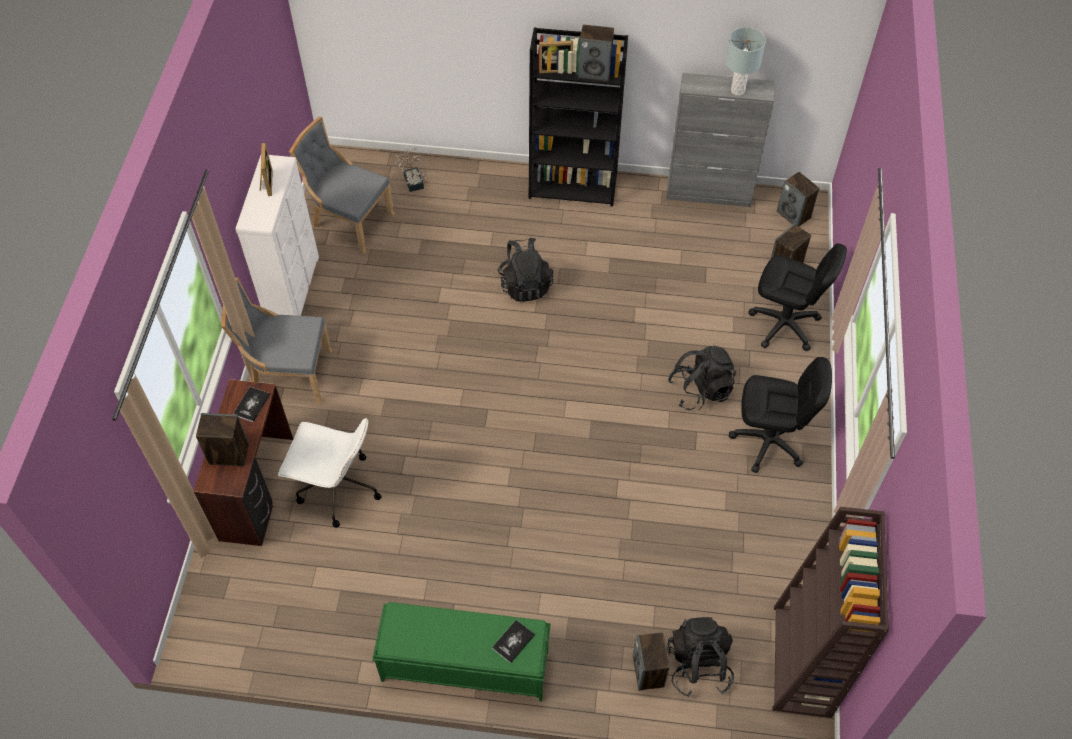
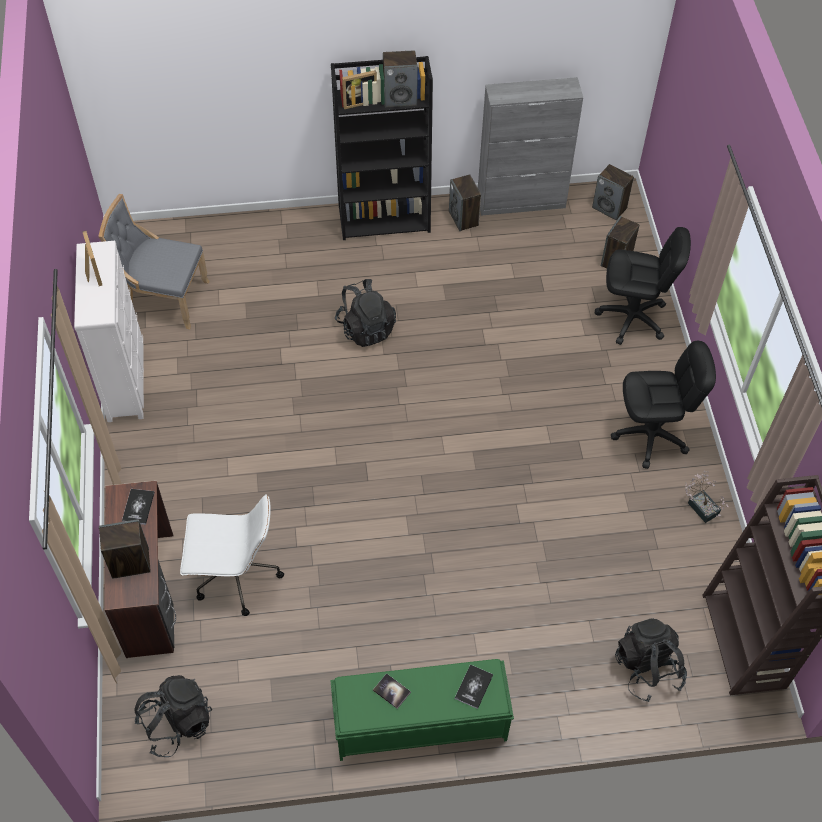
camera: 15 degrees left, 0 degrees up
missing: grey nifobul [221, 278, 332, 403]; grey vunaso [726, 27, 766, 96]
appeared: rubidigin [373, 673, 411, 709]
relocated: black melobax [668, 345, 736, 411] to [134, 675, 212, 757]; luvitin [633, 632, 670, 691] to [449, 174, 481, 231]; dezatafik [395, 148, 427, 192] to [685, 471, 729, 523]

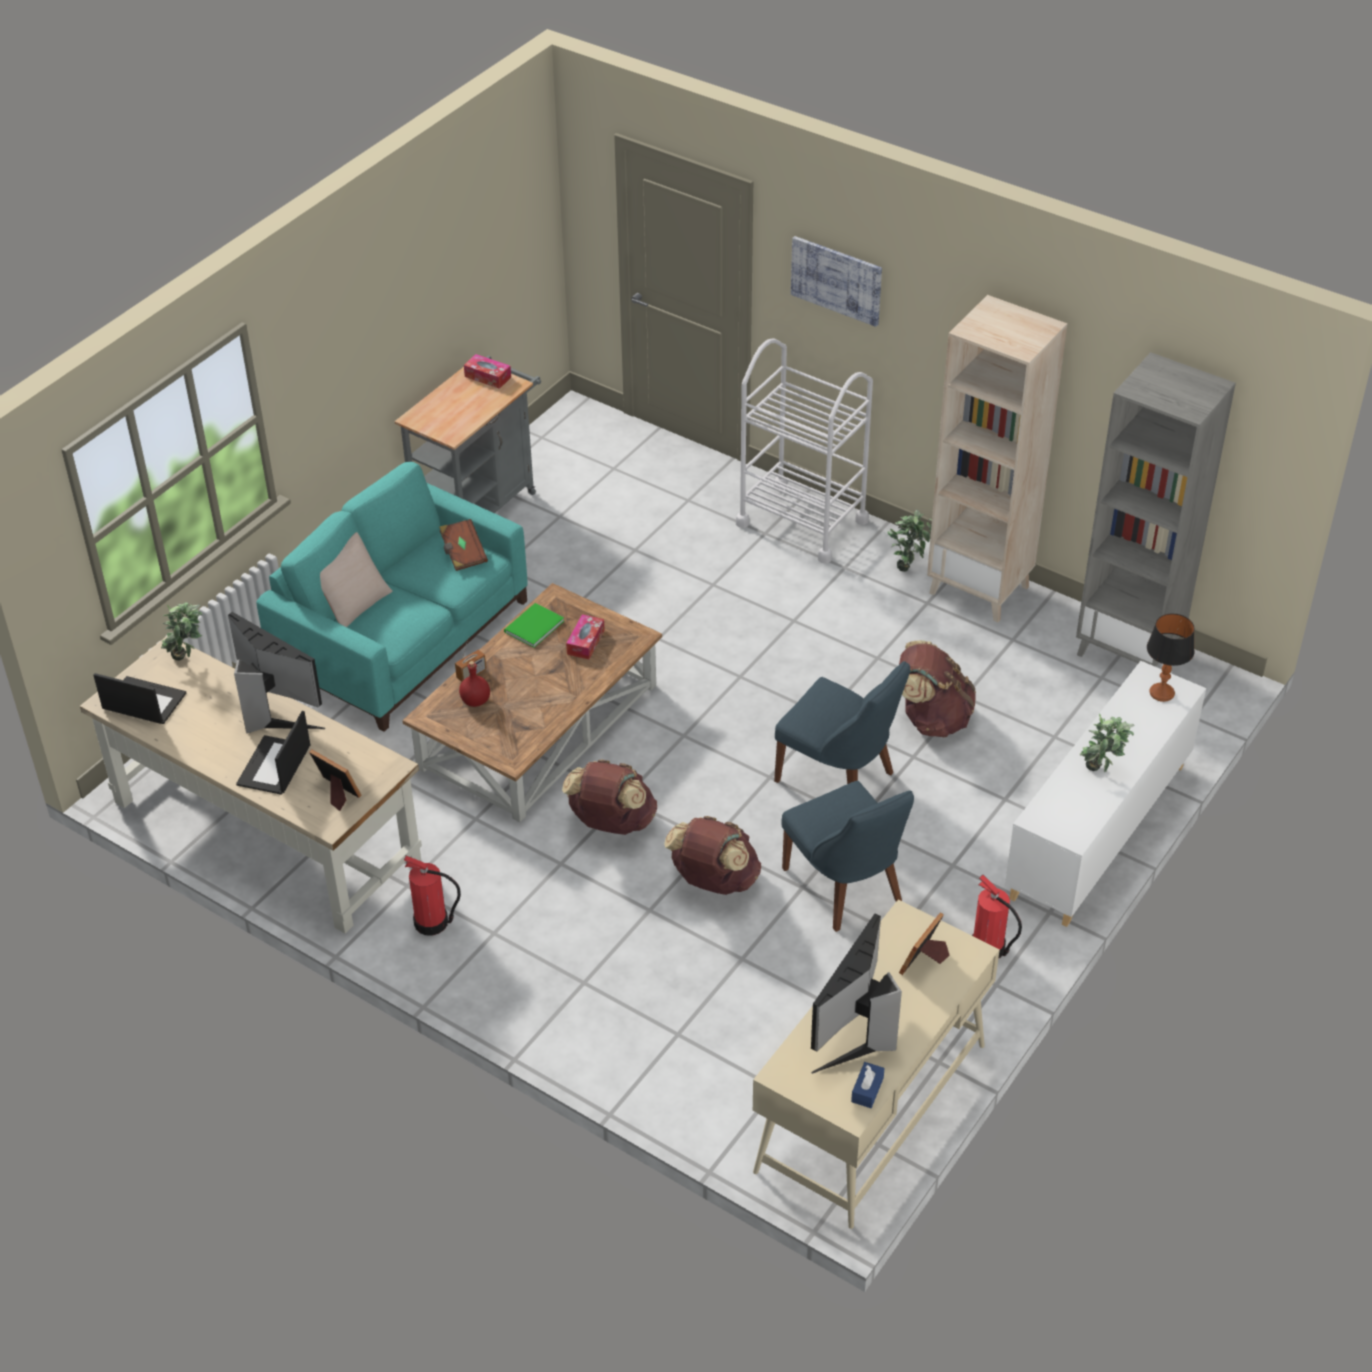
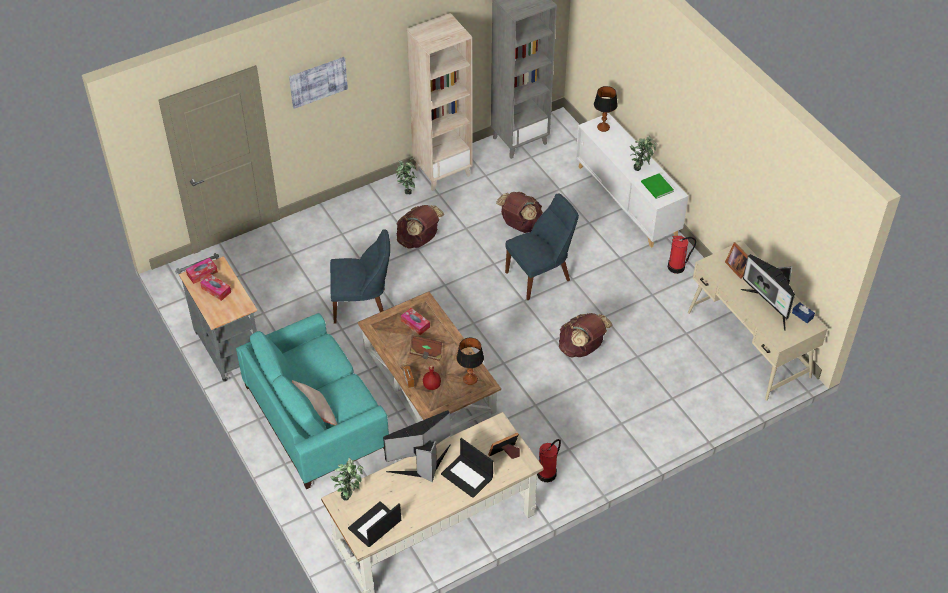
camera: 65 degrees left, 5 degrees up
missing: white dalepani [736, 338, 873, 564]
appeared: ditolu [200, 274, 231, 301]; vunaso [457, 338, 484, 385]
relocated: blue nifobul [781, 781, 914, 932] to [330, 229, 390, 324]; brown melobax [562, 759, 657, 835] to [396, 205, 444, 249]; brown rubidigin [439, 519, 488, 571] to [410, 335, 442, 361]; green rubidigin [504, 603, 564, 648] to [641, 173, 674, 199]

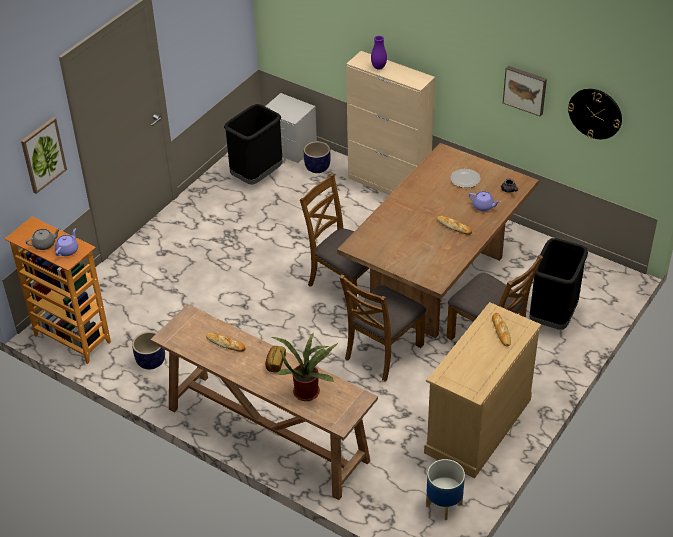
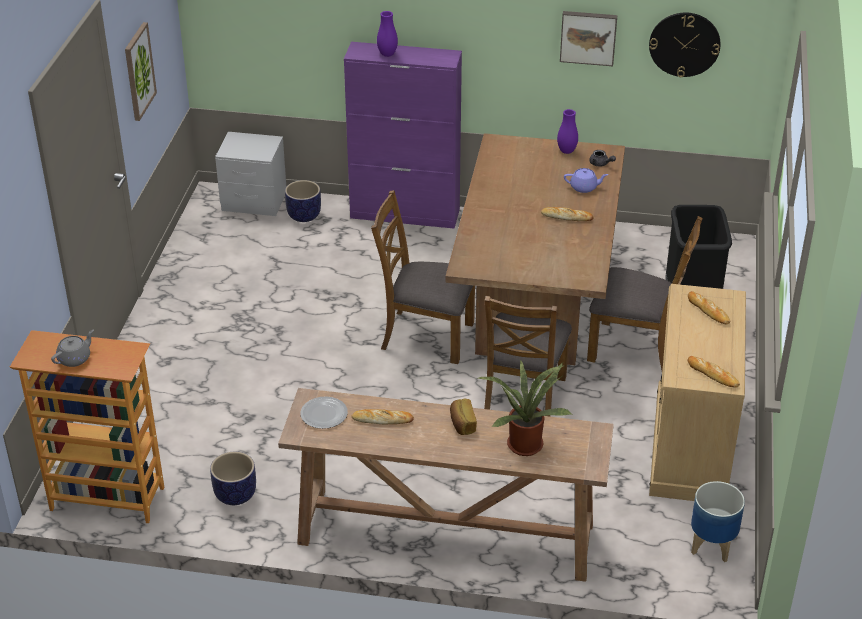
camera: 25 degrees left, 5 degrees down
missing: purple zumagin [55, 228, 78, 256]; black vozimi [224, 104, 283, 185]
appeared: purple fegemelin [557, 109, 578, 154]; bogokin [687, 356, 740, 388]
relocated: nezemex [21, 117, 67, 194] to [125, 22, 157, 121]; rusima [450, 169, 480, 188] to [300, 396, 348, 429]
colour: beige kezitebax [346, 51, 435, 195] to purple kezitebax [344, 42, 462, 229]

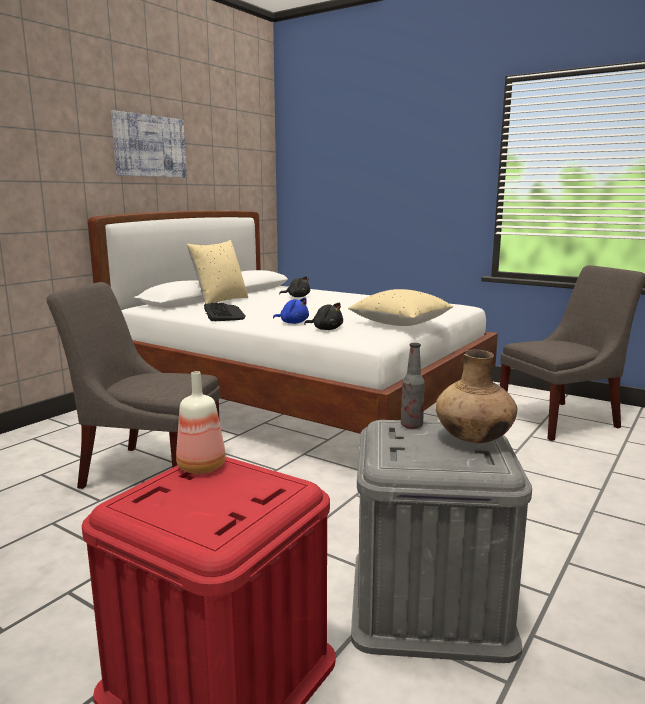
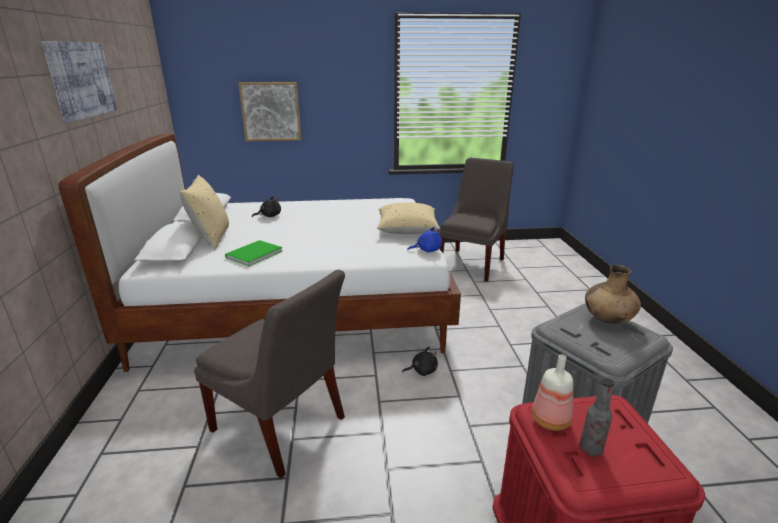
camera: 40 degrees left, 10 degrees up
appeared: nezemex [238, 82, 301, 141]
relocated: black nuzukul [304, 302, 343, 330] to [402, 347, 438, 376]; blue nuzukul [273, 297, 309, 324] to [407, 227, 442, 252]; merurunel [401, 343, 425, 429] to [580, 378, 614, 457]
exchanged: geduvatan [204, 303, 246, 321] to green rubidigin [225, 240, 282, 266]
spun: grey nifobul [47, 282, 220, 489] = [194, 270, 345, 478] 120 degrees counterclockwise

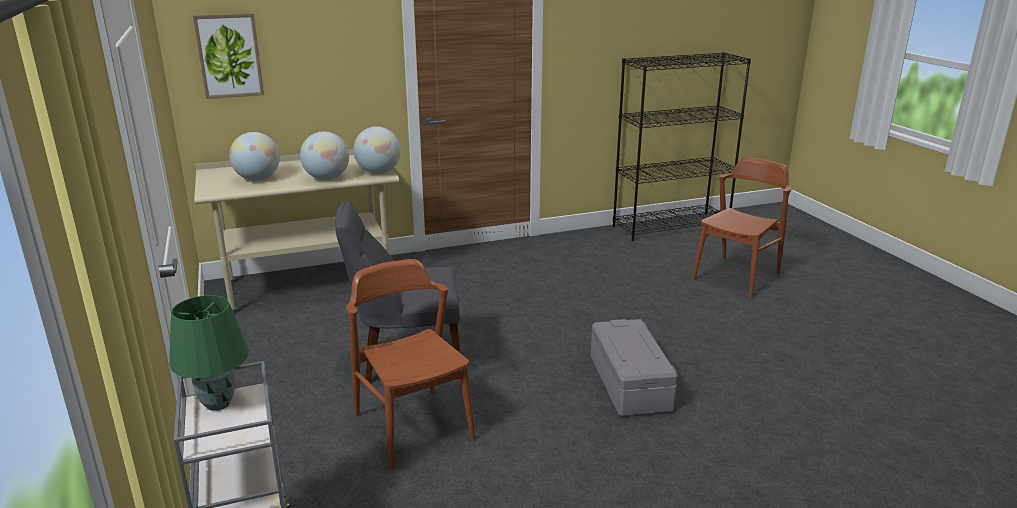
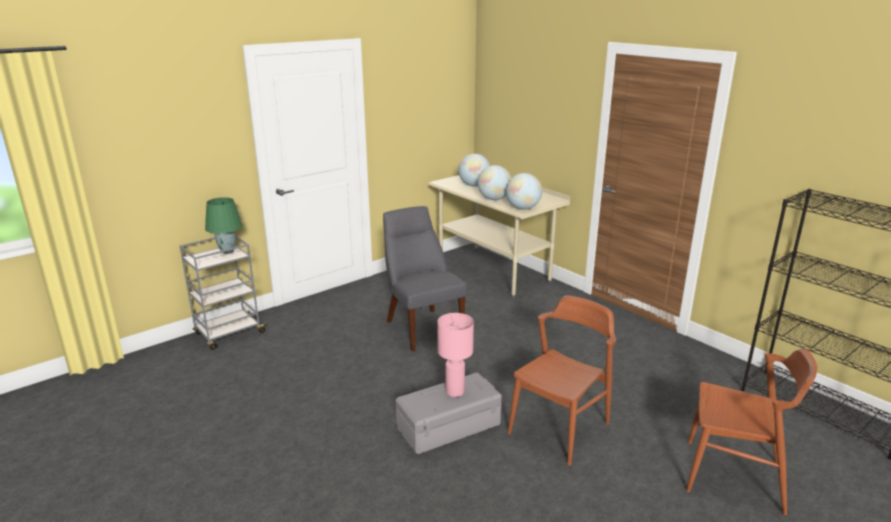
camera: 70 degrees right, 0 degrees up
missing: nezemex [193, 13, 264, 99]
appeared: pink vunaso [437, 313, 474, 397]
relocated: brown nifobul [346, 259, 475, 470] to [508, 295, 616, 466]

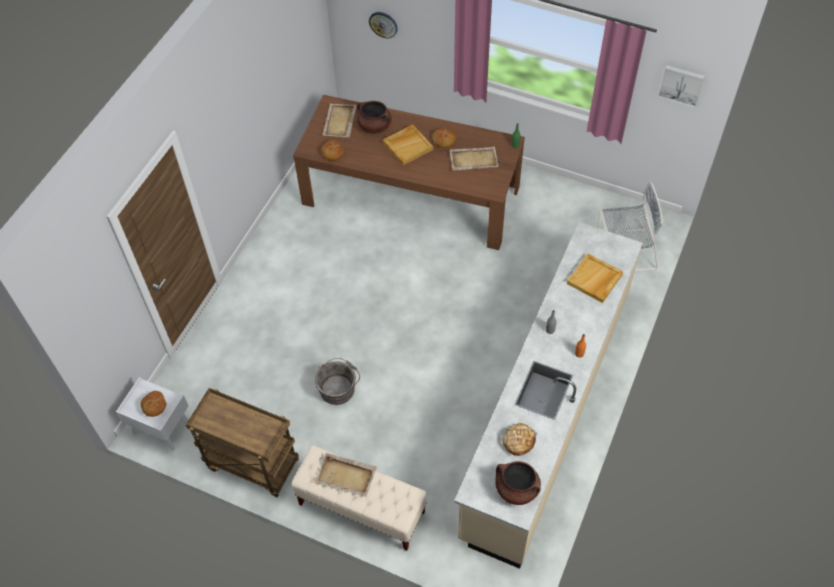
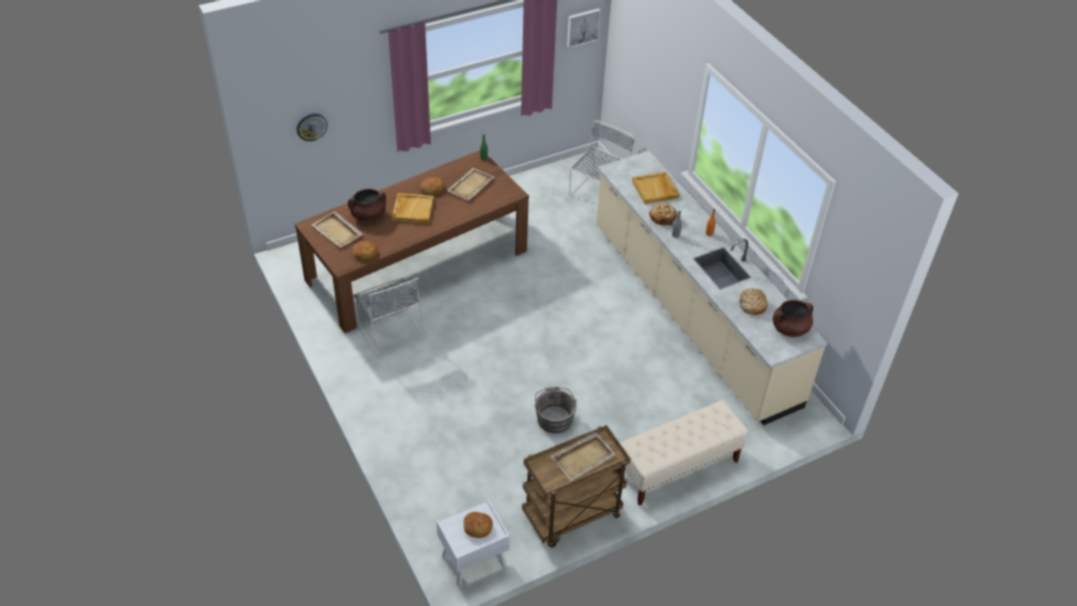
camera: 55 degrees left, 10 degrees down
appeared: grey nifobul [353, 277, 426, 356]; bogokin [649, 202, 678, 226]
relocated: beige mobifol [314, 453, 377, 497] to [551, 432, 616, 481]

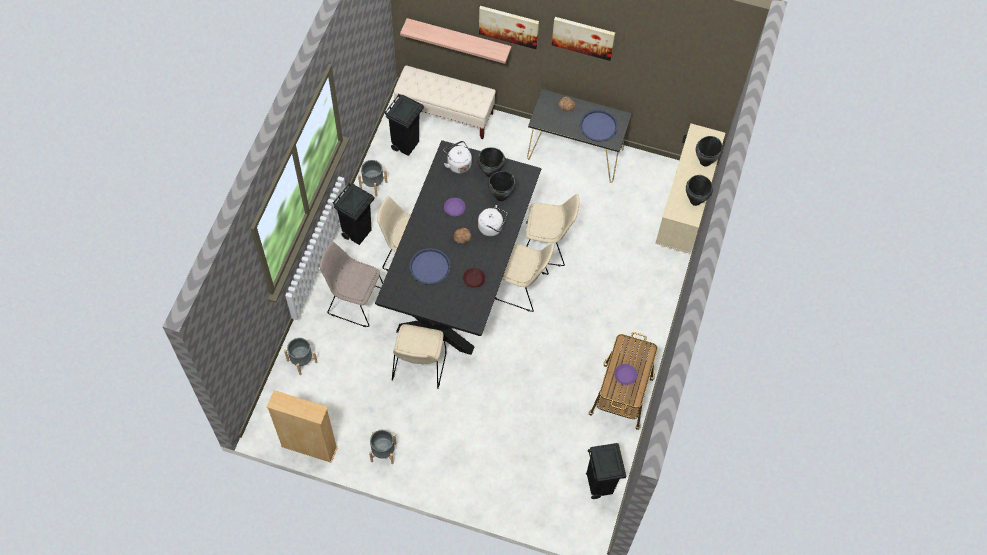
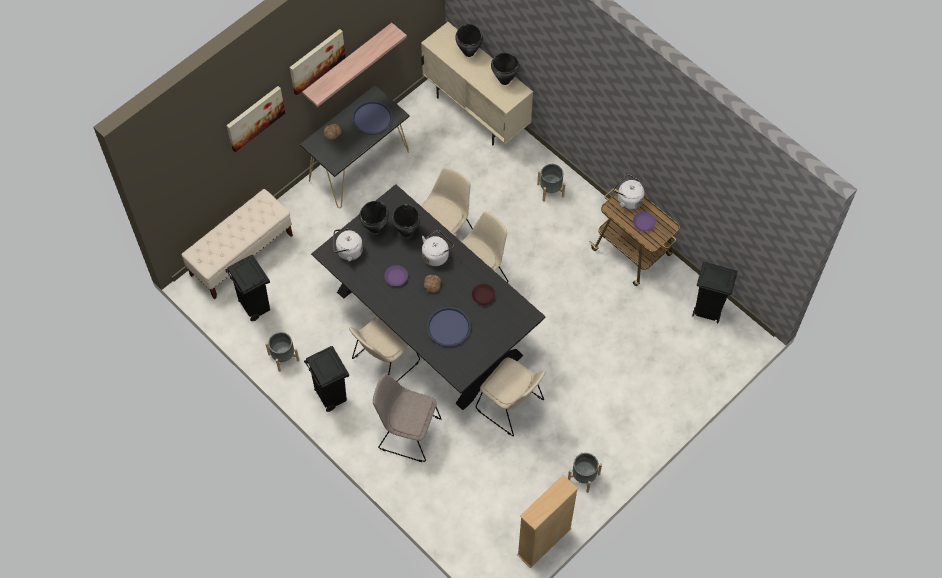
camera: 60 degrees left, 0 degrees up
appeared: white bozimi [614, 174, 645, 209]
relocated: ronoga [400, 18, 511, 64] to [302, 23, 407, 107]; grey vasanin [284, 337, 317, 375] to [537, 164, 565, 202]
spun: beige nifobul [320, 242, 383, 327] = [373, 373, 441, 462] 60 degrees clockwise

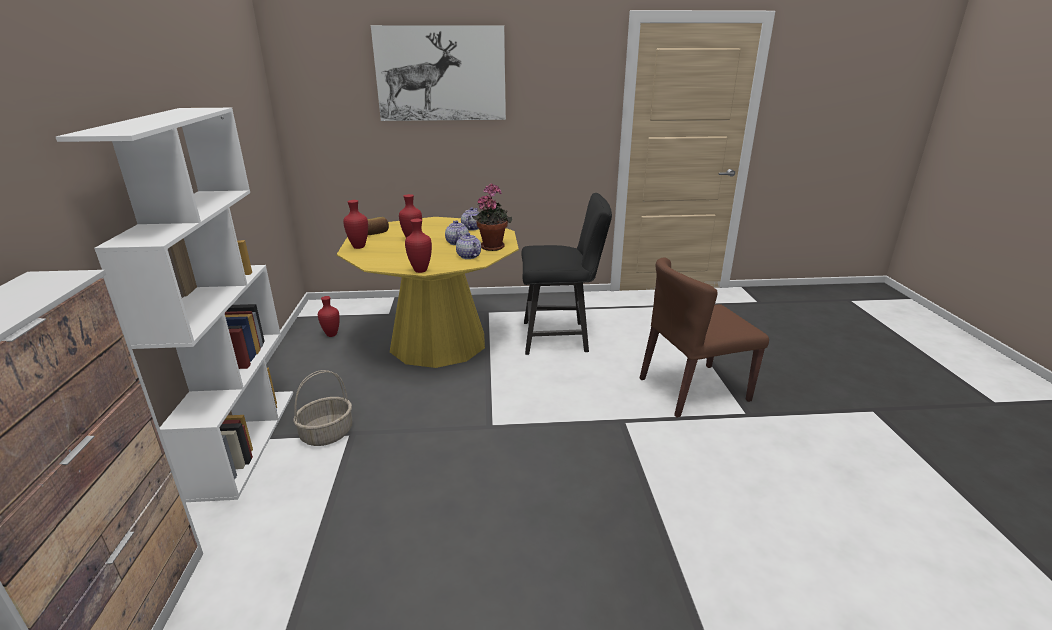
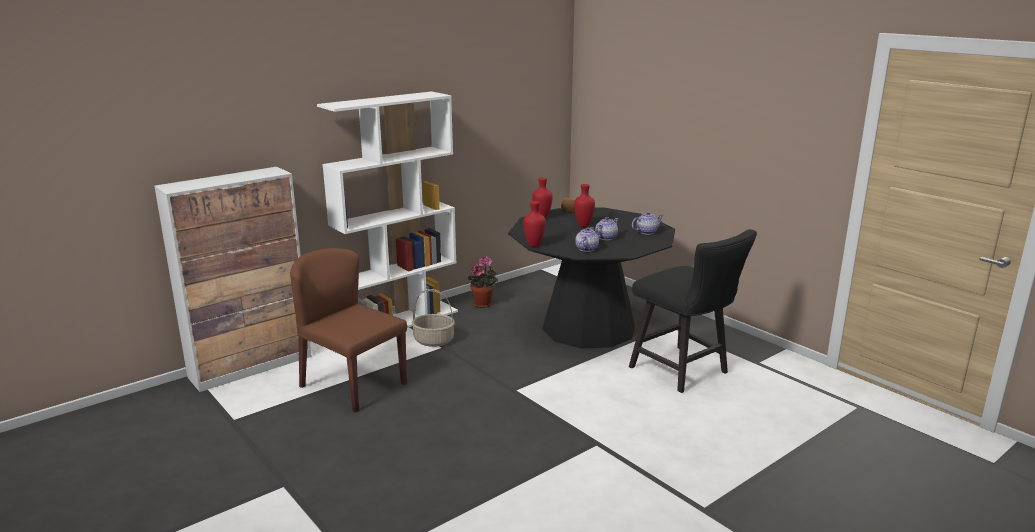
camera: 55 degrees right, 5 degrees down
missing: red fegemelin [318, 296, 340, 337]; nezemex [371, 25, 506, 121]
relocated: brown nifobul [640, 257, 769, 418] to [290, 248, 407, 413]; dezatafik [472, 184, 512, 251] to [468, 256, 498, 308]
colour: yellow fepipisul [337, 217, 519, 368] to black fepipisul [508, 207, 675, 349]

